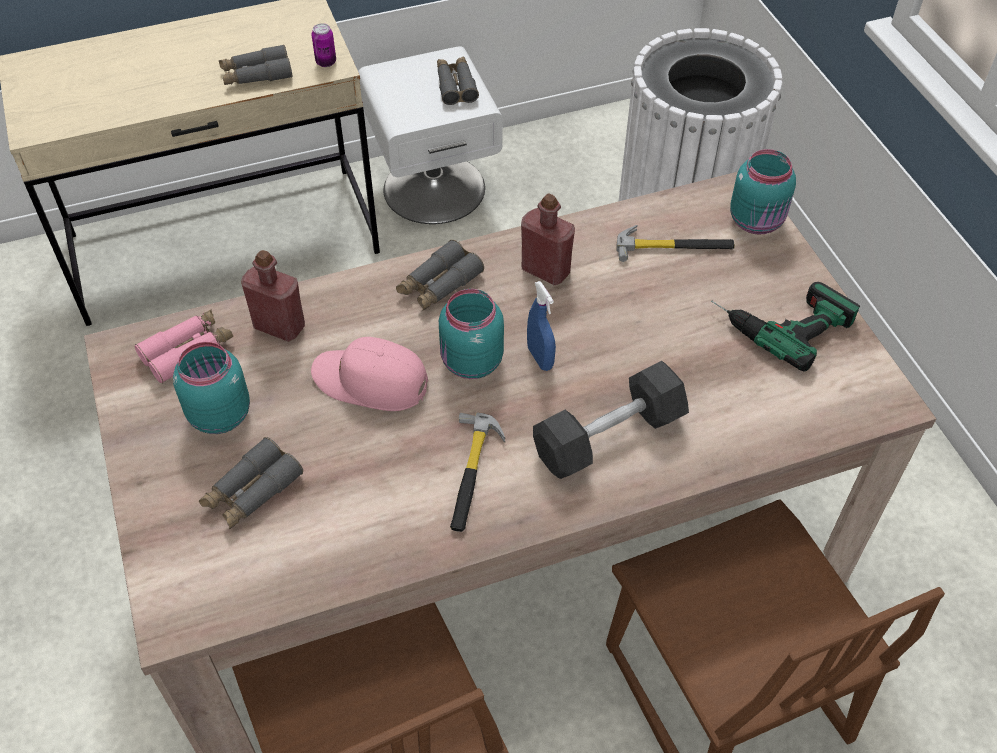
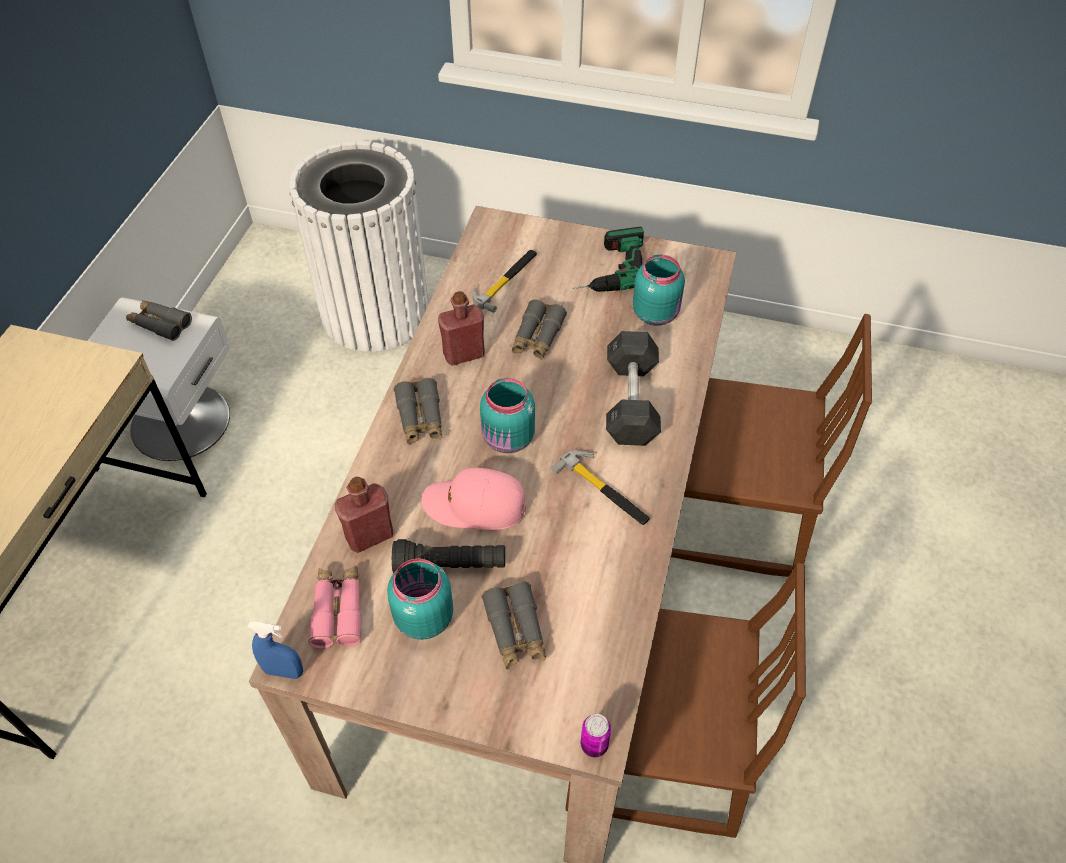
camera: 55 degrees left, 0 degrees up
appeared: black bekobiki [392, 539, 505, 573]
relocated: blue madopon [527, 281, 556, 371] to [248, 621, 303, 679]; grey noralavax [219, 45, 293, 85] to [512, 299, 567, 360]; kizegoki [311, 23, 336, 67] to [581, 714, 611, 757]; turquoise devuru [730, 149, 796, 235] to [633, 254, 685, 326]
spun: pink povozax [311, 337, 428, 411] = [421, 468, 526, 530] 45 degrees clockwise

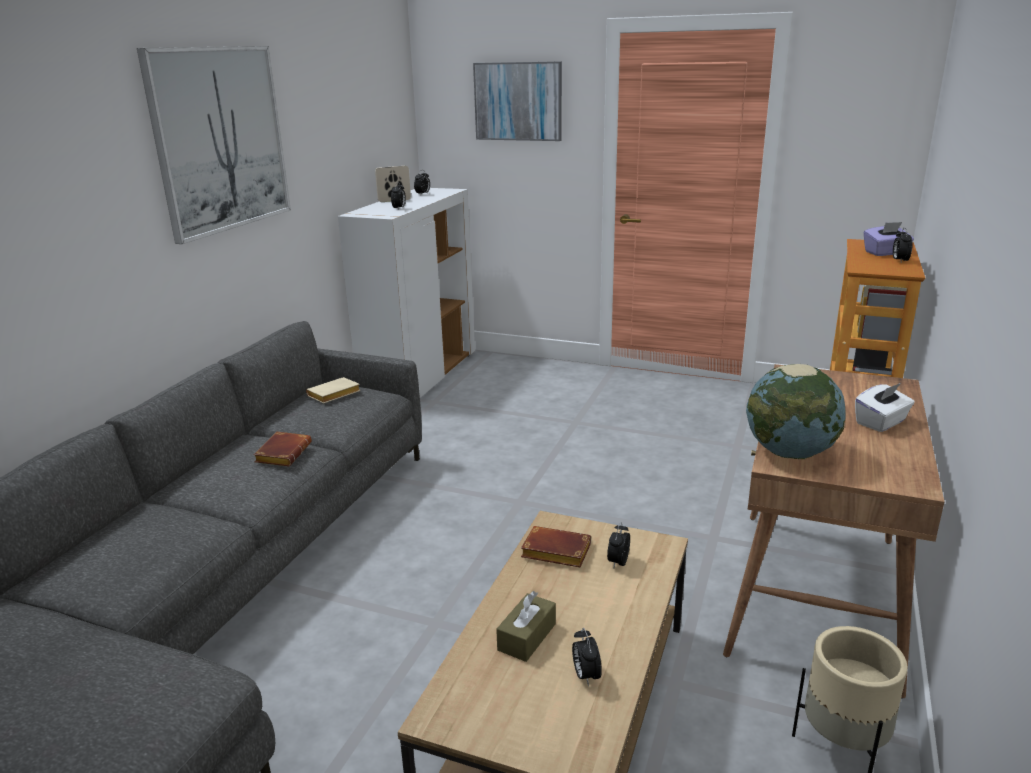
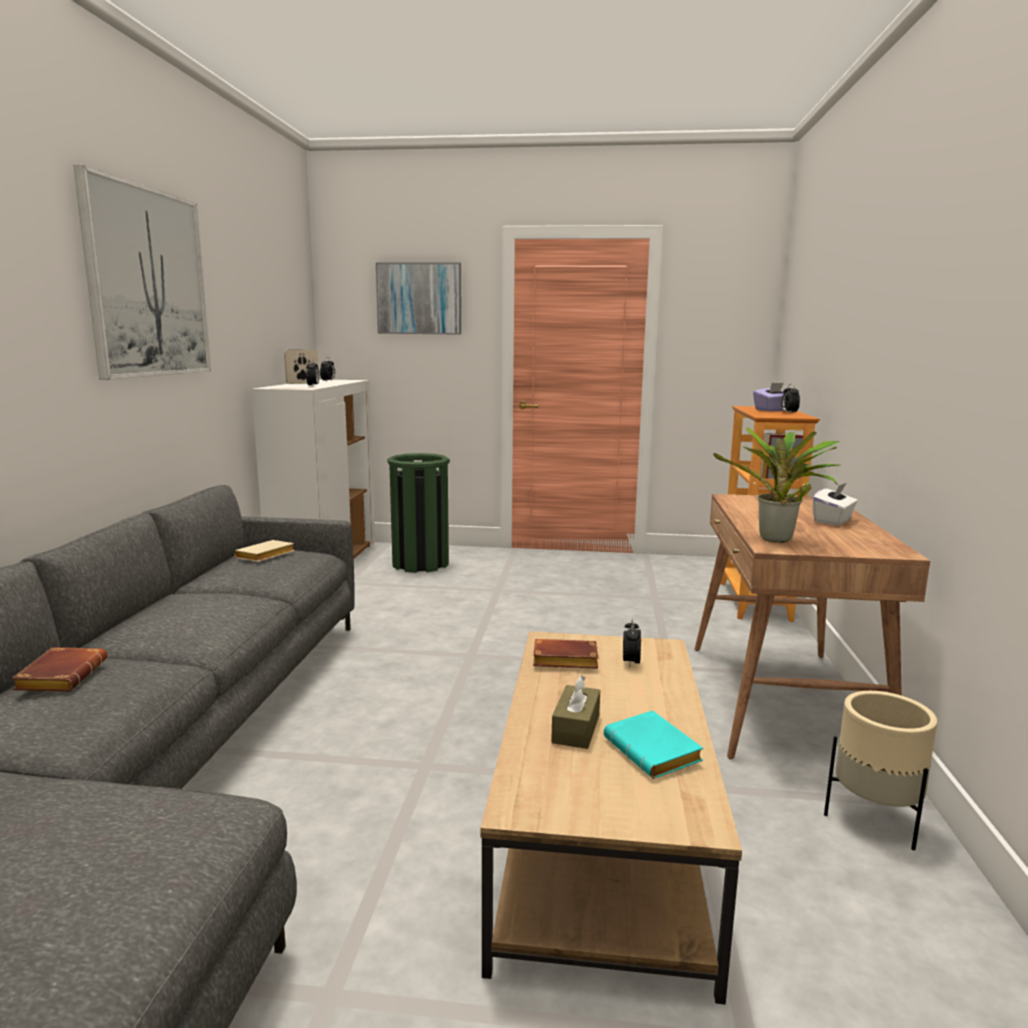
camera: 15 degrees left, 10 degrees down
appeared: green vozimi [387, 453, 450, 573]
relocated: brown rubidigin [253, 431, 312, 466] to [12, 647, 107, 692]
exchanged: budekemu [572, 628, 602, 686] to turquoise rubidigin [604, 710, 703, 779]; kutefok [746, 364, 846, 460] to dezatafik [713, 427, 840, 543]

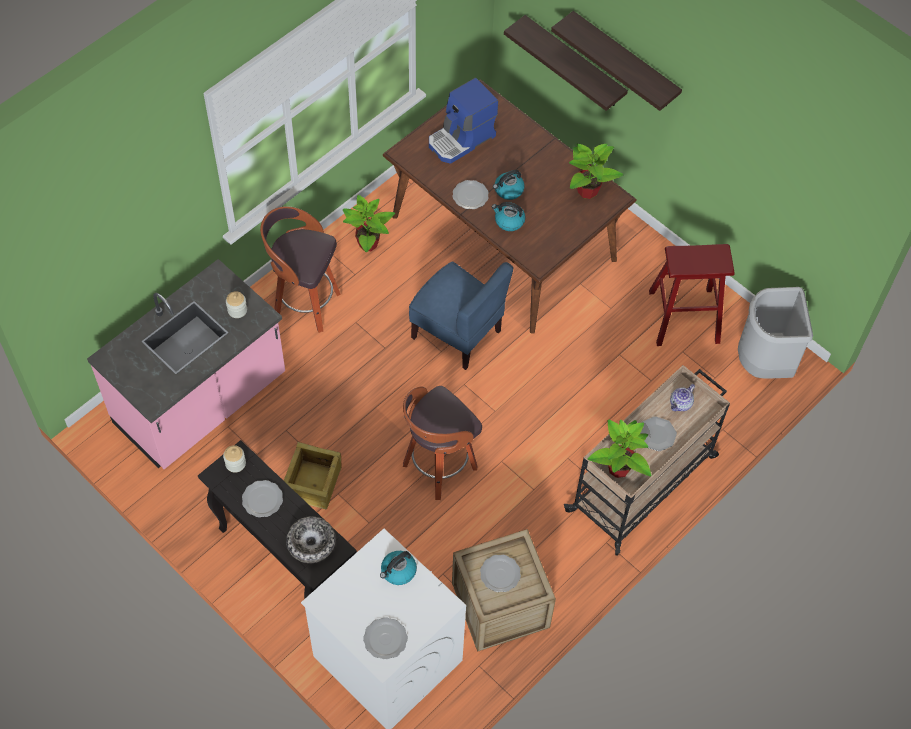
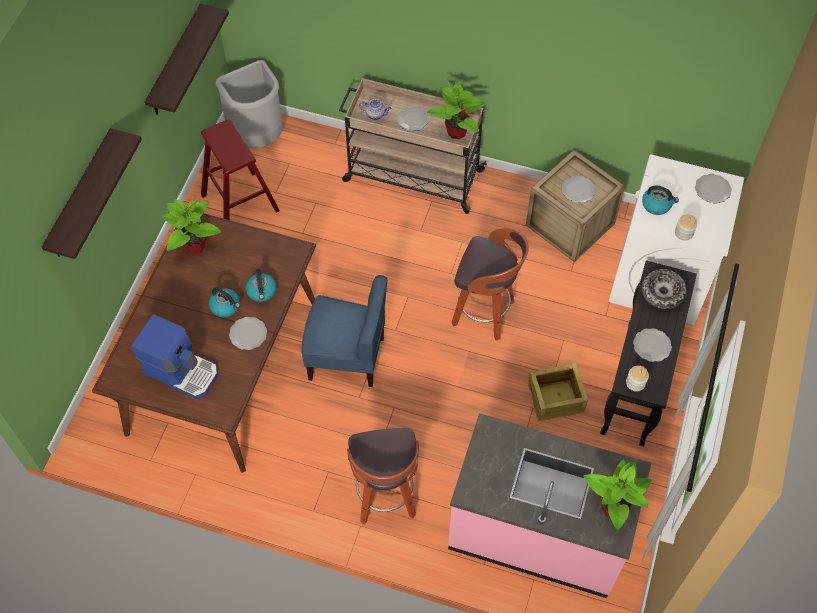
camera: 115 degrees left, 0 degrees up
relocated: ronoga [504, 15, 628, 111] to [145, 3, 229, 115]; dezatafik [343, 195, 395, 252] to [584, 460, 652, 530]; devuru [226, 291, 247, 318] to [675, 214, 697, 240]
spun: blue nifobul [409, 262, 513, 370] = [301, 275, 387, 387] 90 degrees clockwise

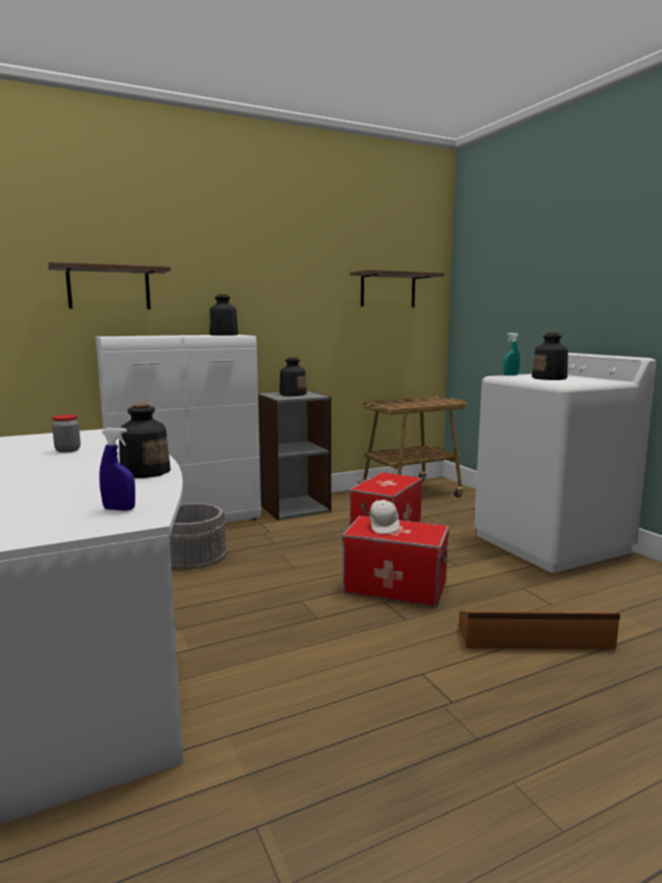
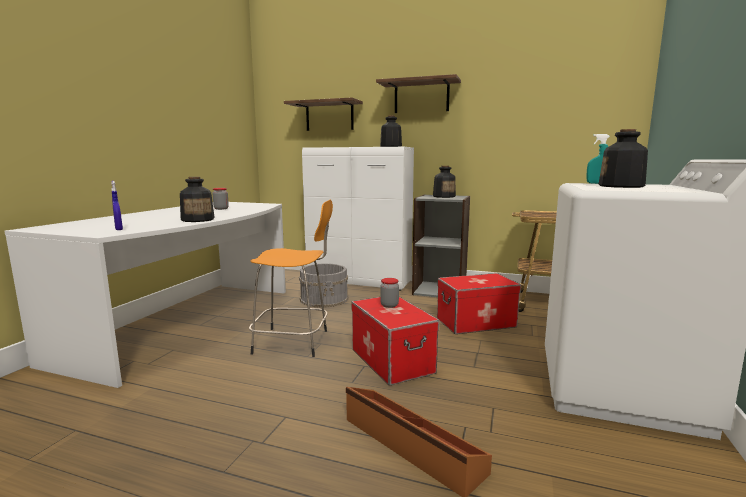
camera: 45 degrees right, 0 degrees up
appeared: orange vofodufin [249, 199, 333, 357]
relocated: ronoga [350, 270, 445, 307] to [376, 74, 461, 113]
exchanged: white povozax [369, 499, 400, 534] to devuru [380, 278, 399, 308]

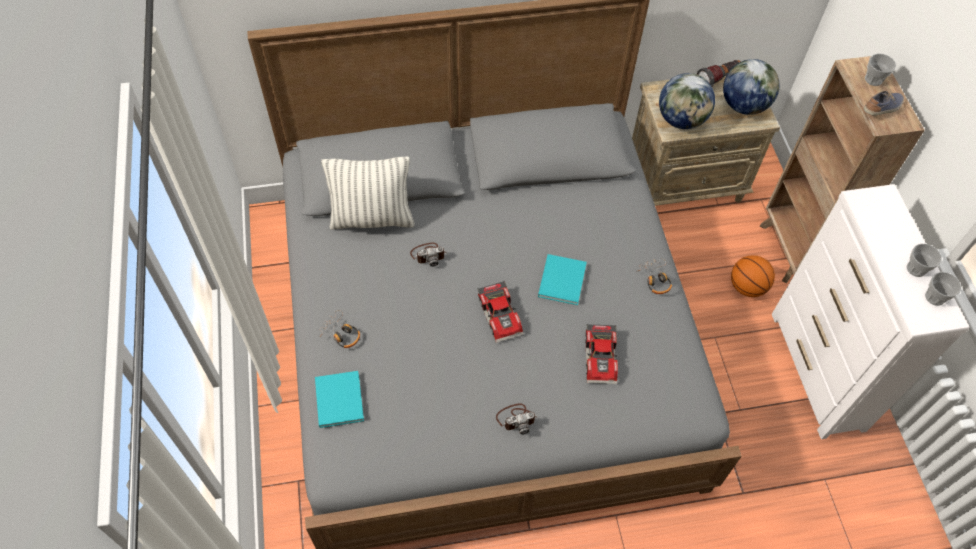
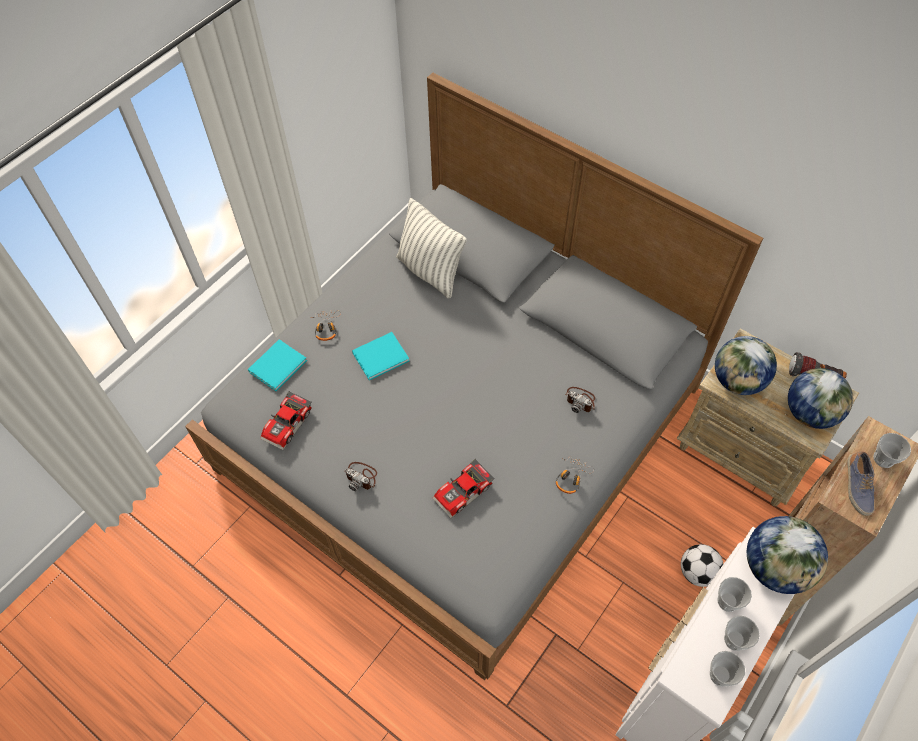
camera: 50 degrees right, 0 degrees up
appeared: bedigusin [717, 577, 752, 612]; kutefok [747, 516, 828, 594]
relocated: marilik [478, 281, 524, 343] to [260, 391, 312, 450]; turquoise rubidigin [538, 254, 587, 305] to [352, 332, 409, 380]; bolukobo [410, 243, 447, 267] to [565, 387, 595, 413]
exchanged: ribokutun [731, 255, 775, 297] to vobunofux [681, 544, 724, 587]
spun: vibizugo [864, 91, 904, 116] = [848, 452, 875, 516] 75 degrees clockwise

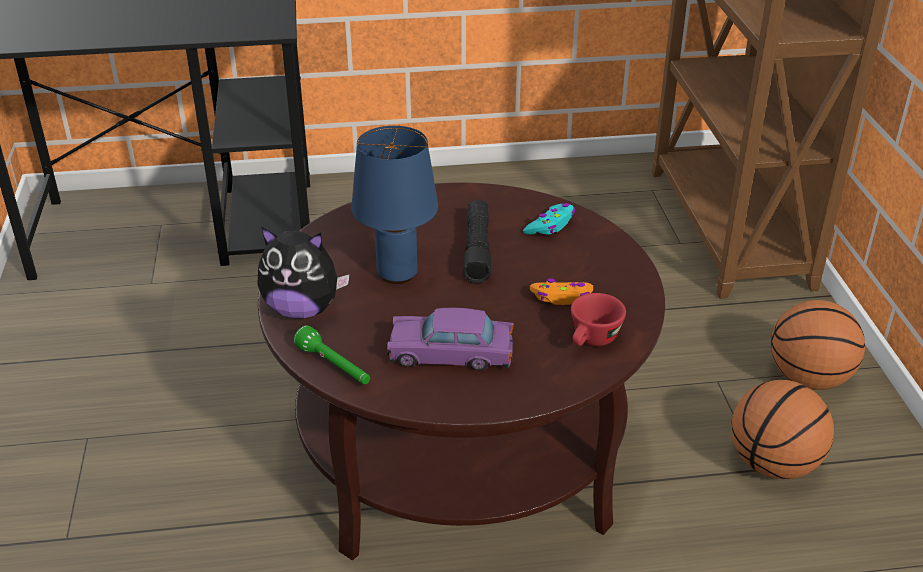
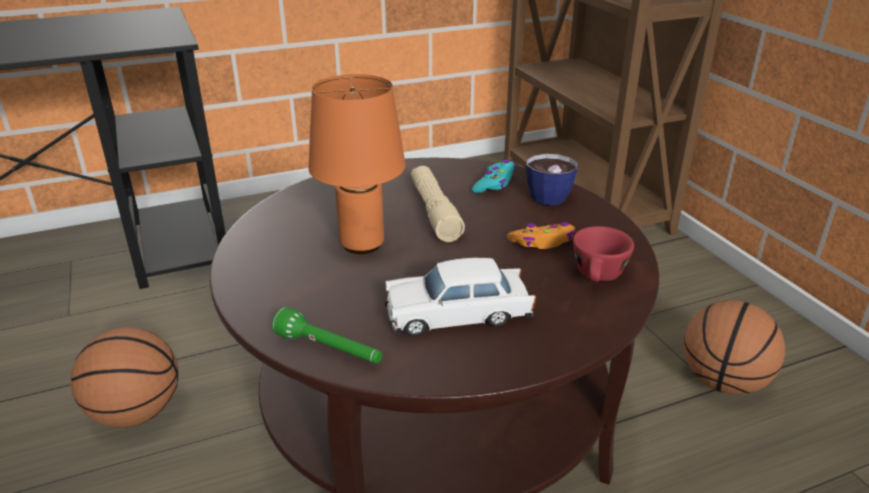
camera: 15 degrees left, 5 degrees down
missing: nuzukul [257, 227, 350, 318]
appeared: bedigusin [526, 154, 578, 206]
relocated: ribokutun [771, 300, 865, 390] to [71, 327, 179, 428]
colour: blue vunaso [352, 126, 438, 284] to orange vunaso [309, 74, 405, 254]; purple marilik [387, 308, 514, 371] to white marilik [385, 258, 536, 336]; black bekobiki [463, 200, 491, 284] to beige bekobiki [411, 166, 465, 242]

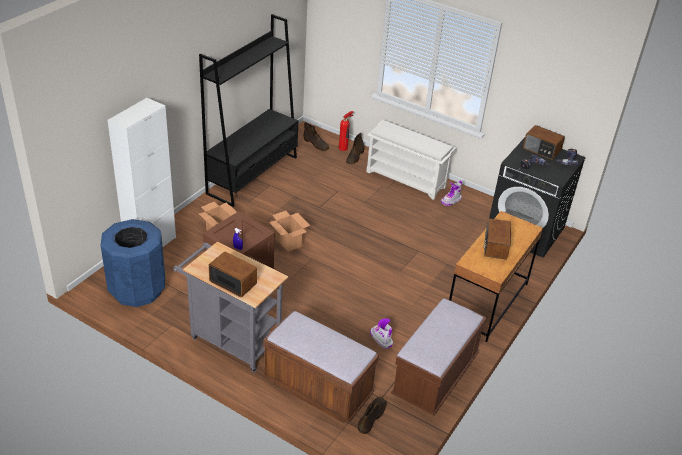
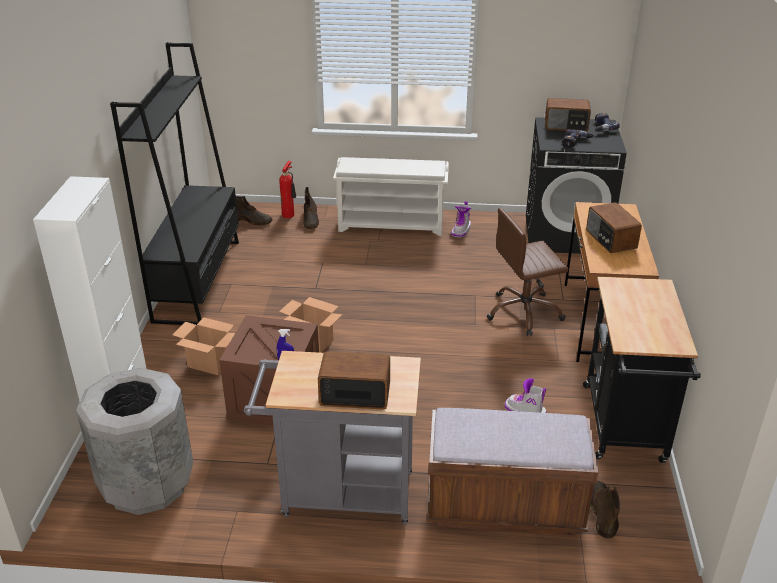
camera: 25 degrees left, 5 degrees down
appeared: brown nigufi [487, 208, 568, 336]
exchanged: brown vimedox [391, 298, 487, 415] to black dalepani [583, 277, 701, 463]
colour: blue vozimi [101, 219, 165, 307] to grey vozimi [76, 368, 193, 515]

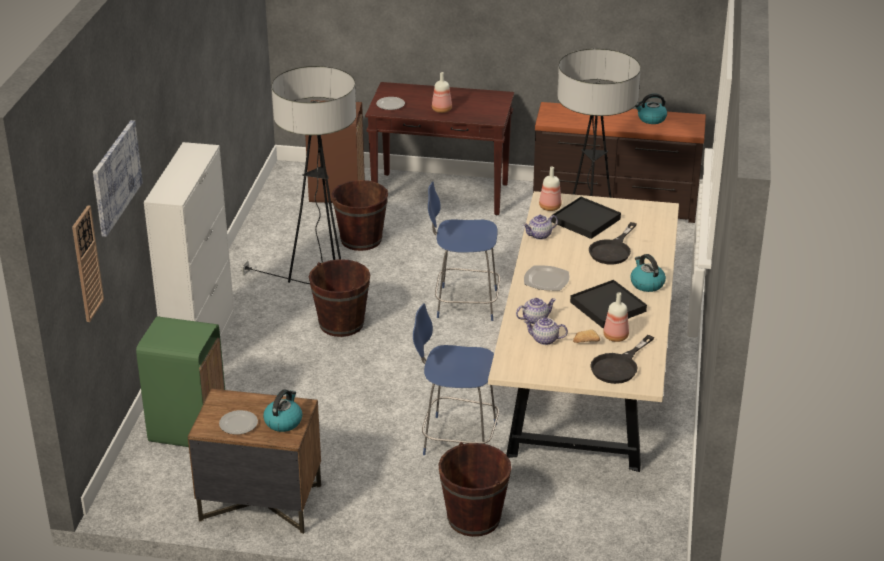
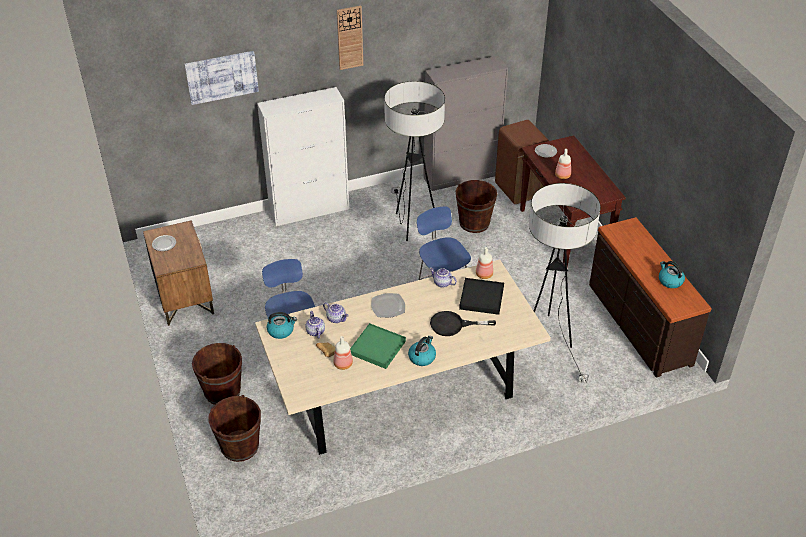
camera: 60 degrees right, 10 degrees up
missing: green vozimi [136, 316, 225, 447]; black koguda [590, 335, 654, 384]
appeared: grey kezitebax [423, 56, 508, 191]
relocated: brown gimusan [309, 259, 370, 337] to [208, 395, 261, 462]; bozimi [263, 389, 302, 432] to [267, 312, 297, 339]; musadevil [72, 205, 104, 322] to [337, 6, 363, 70]
colour: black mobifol [570, 280, 647, 328] to green mobifol [350, 323, 406, 369]

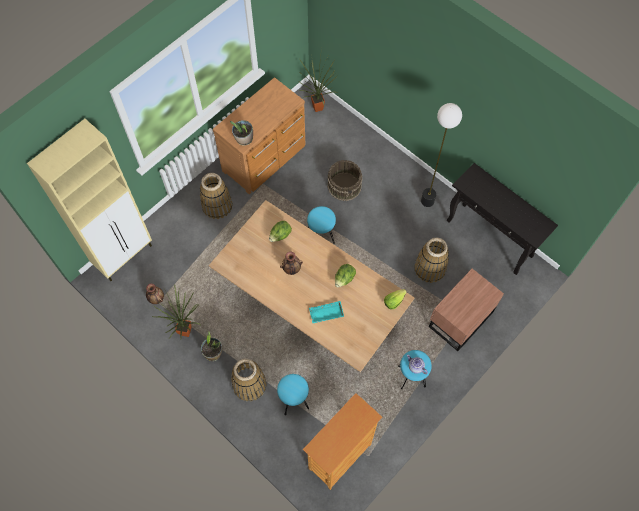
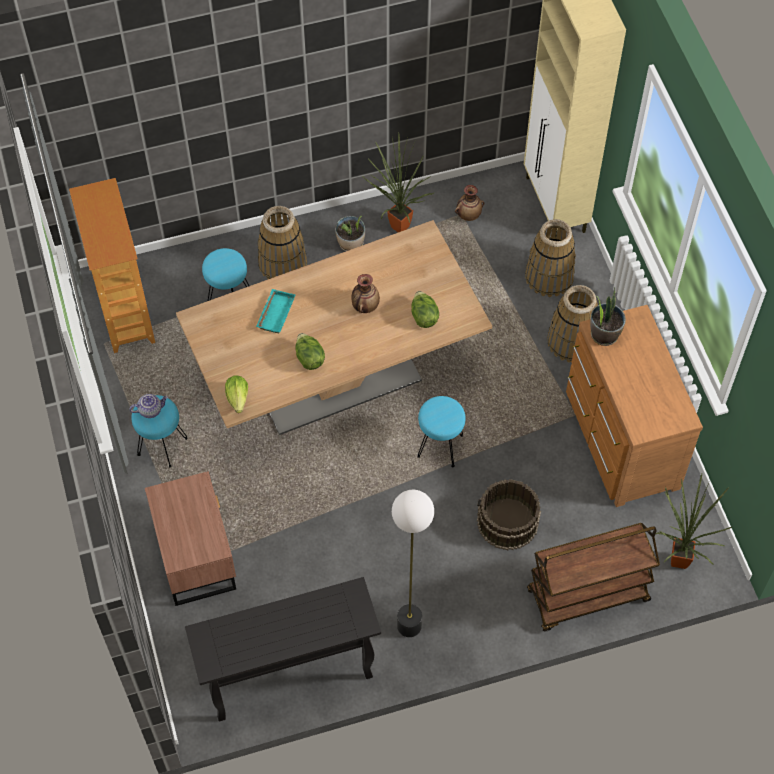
camera: 120 degrees right, 5 degrees down
appeared: brown dalepani [527, 523, 660, 632]
relocated: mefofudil [414, 238, 449, 283] to [525, 219, 576, 297]

